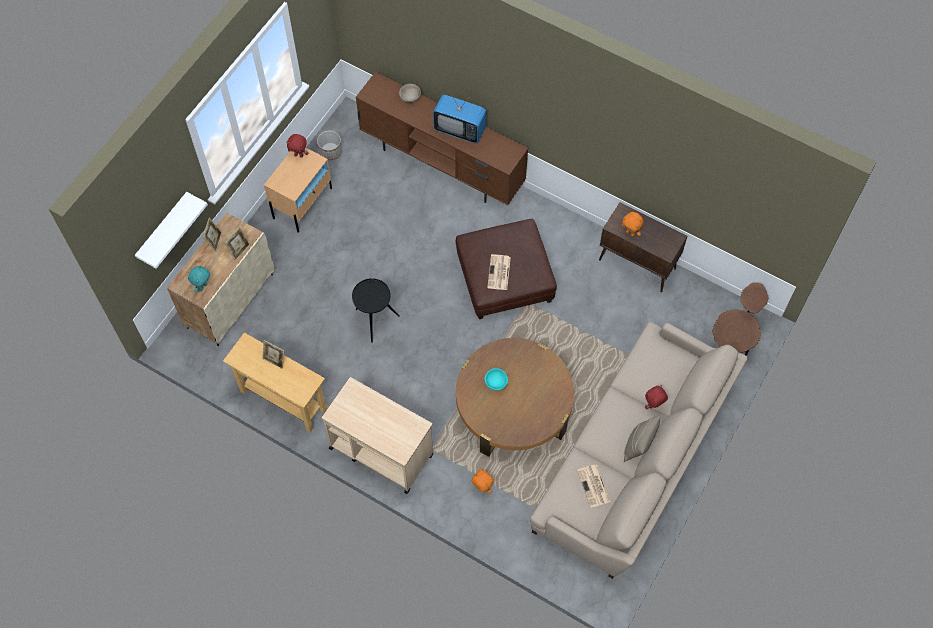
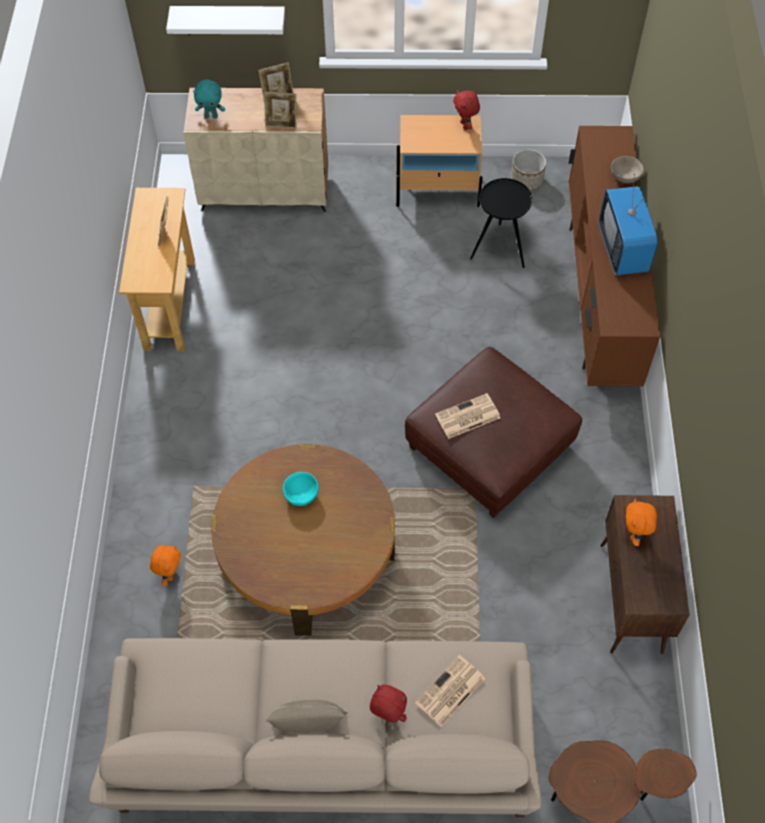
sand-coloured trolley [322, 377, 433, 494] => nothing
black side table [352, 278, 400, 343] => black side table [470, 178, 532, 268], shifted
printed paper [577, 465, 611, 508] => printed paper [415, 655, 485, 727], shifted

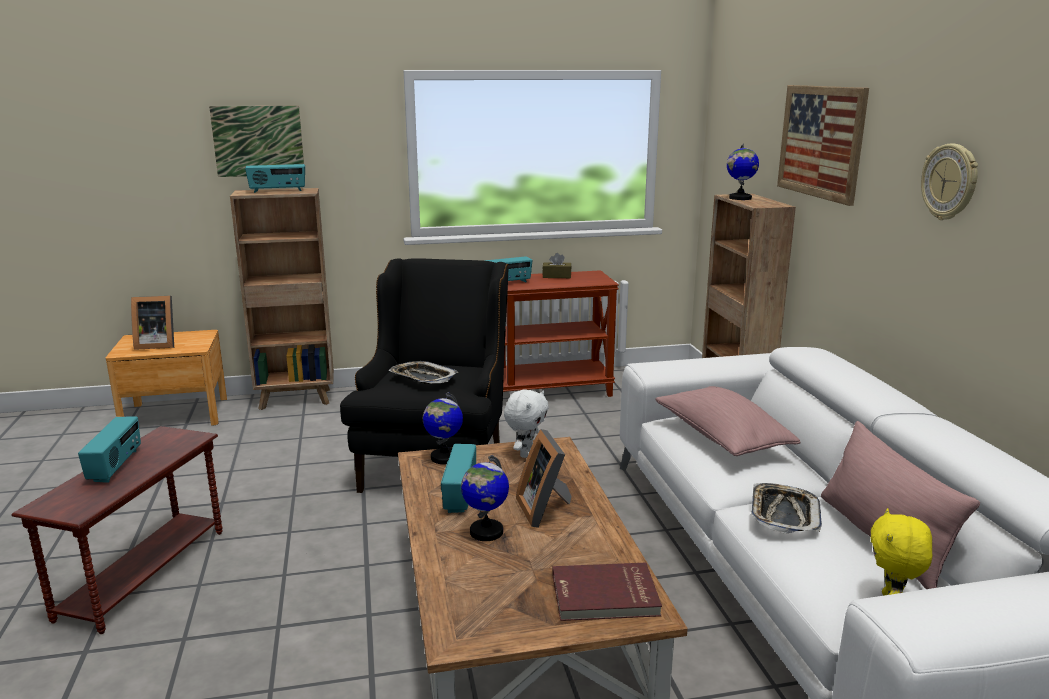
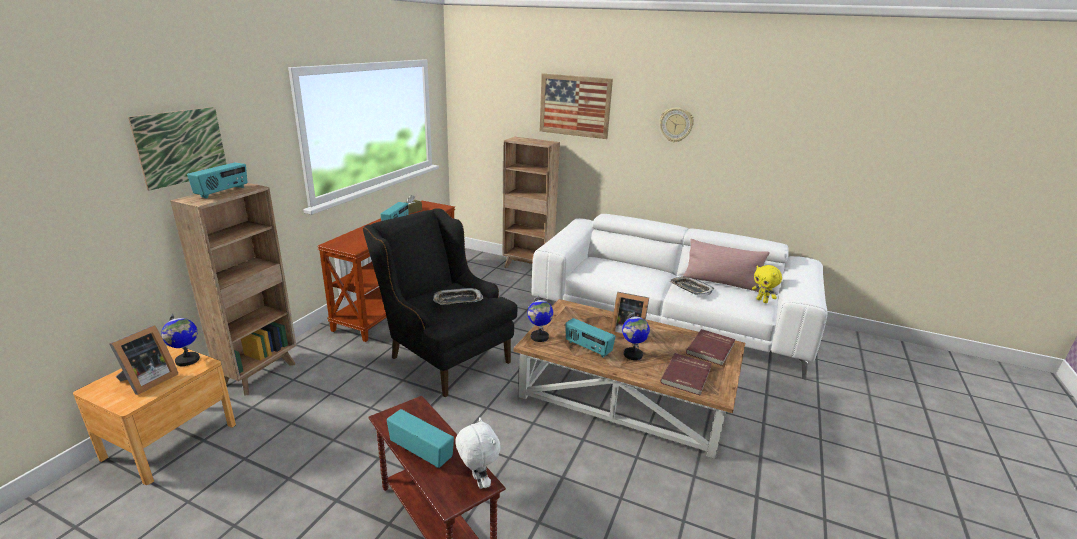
pink-coloured cushion [655, 386, 801, 456] => nothing
nothing => red book [660, 353, 712, 396]
whitish plush toy [504, 390, 549, 458] => whitish plush toy [455, 417, 501, 489], shifted
desk globe [727, 143, 759, 200] => desk globe [161, 314, 200, 366], shifted

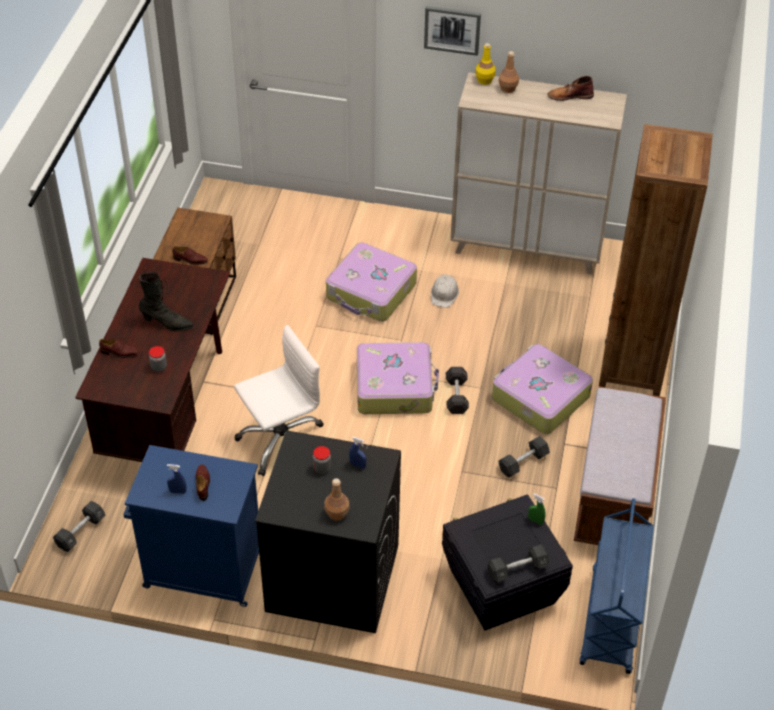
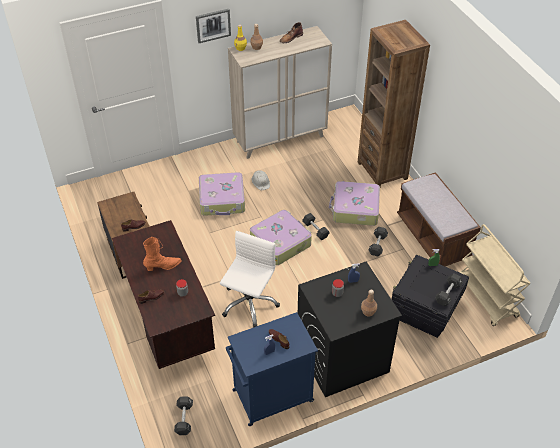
black tall boot [139, 272, 194, 332] => orange tall boot [143, 237, 182, 271]
blue trolley [580, 498, 654, 674] => sand-coloured trolley [459, 224, 531, 326]

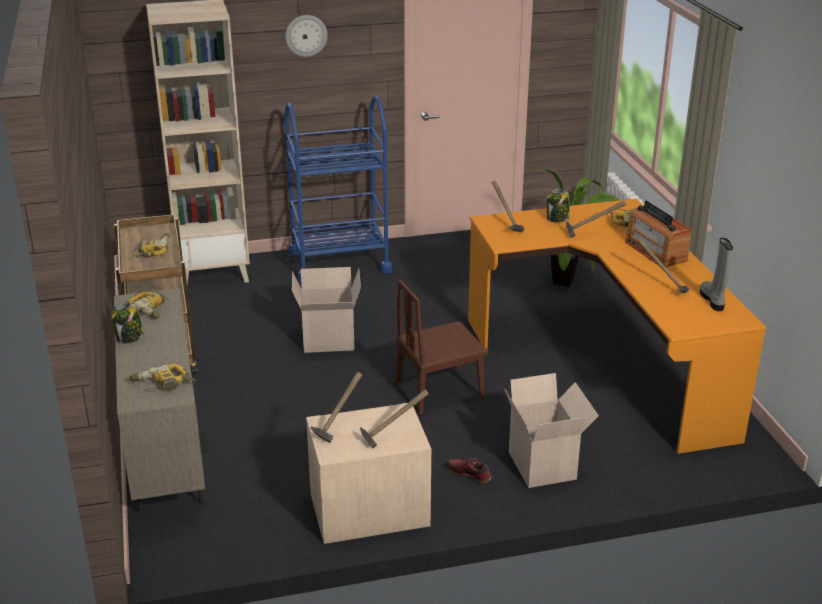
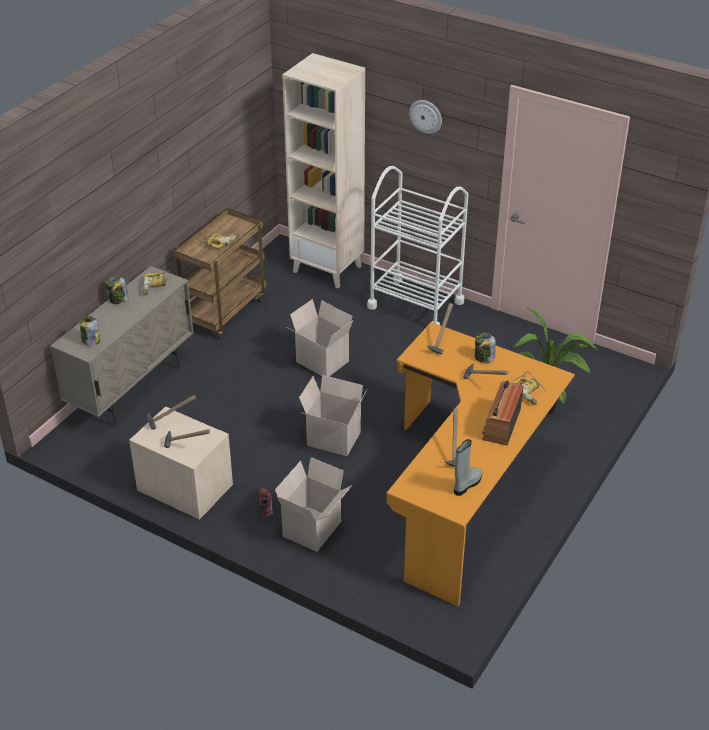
electric drill [129, 364, 196, 392] => jar [80, 316, 100, 346]
brownish upright chair [396, 280, 488, 415] => packing box [299, 375, 367, 456]
blue trolley [285, 95, 392, 283] => whitish trolley [367, 166, 468, 325]

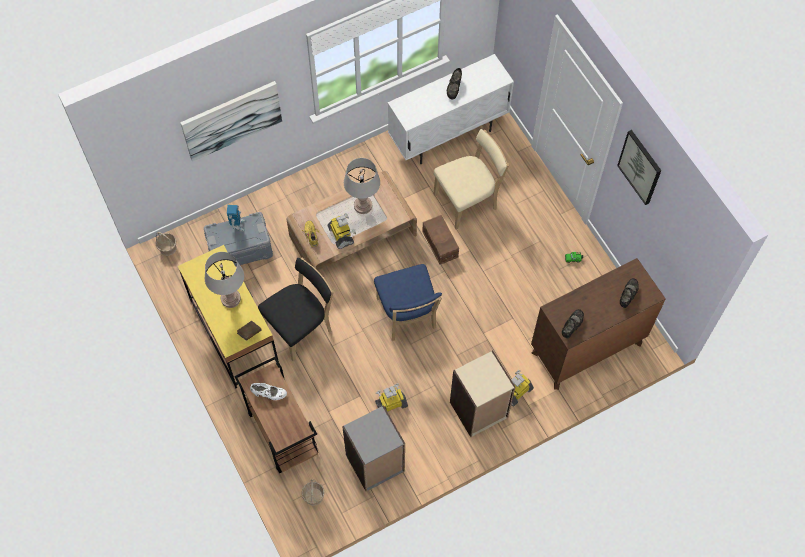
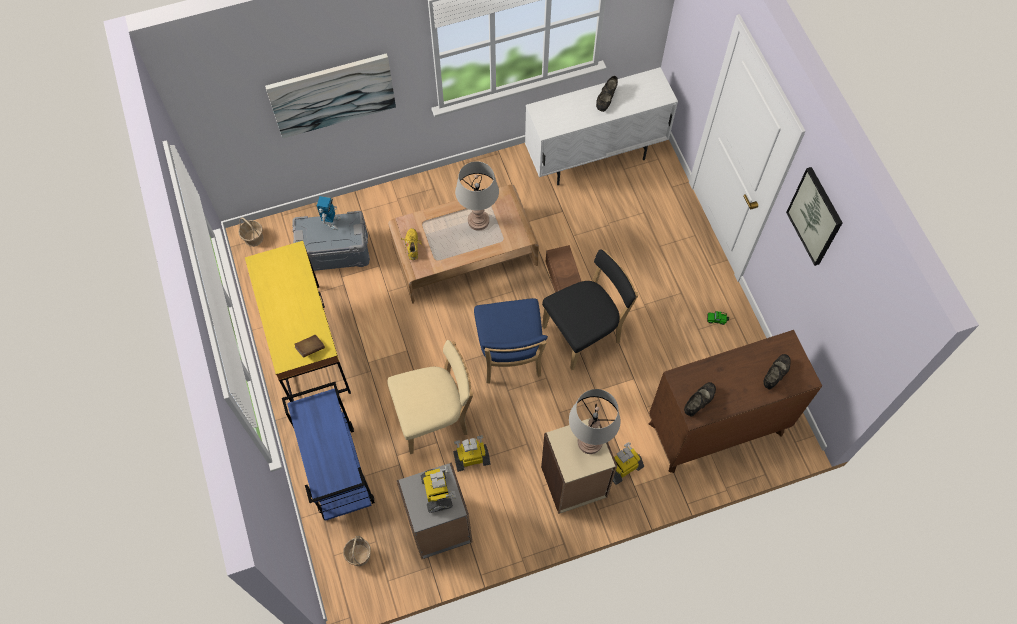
whitish shoe [250, 383, 287, 400] => nothing
grey lamp for a table [205, 252, 244, 308] => grey lamp for a table [569, 389, 621, 454], shifted
black upright chair [258, 257, 334, 362] => black upright chair [542, 249, 638, 370], shifted
model robot [327, 213, 356, 249] => model robot [421, 466, 456, 513], shifted
sand-coloured upright chair [433, 129, 509, 230] => sand-coloured upright chair [387, 340, 473, 454], shifted
brownish trolley [234, 356, 318, 473] => blue trolley [282, 382, 375, 521]

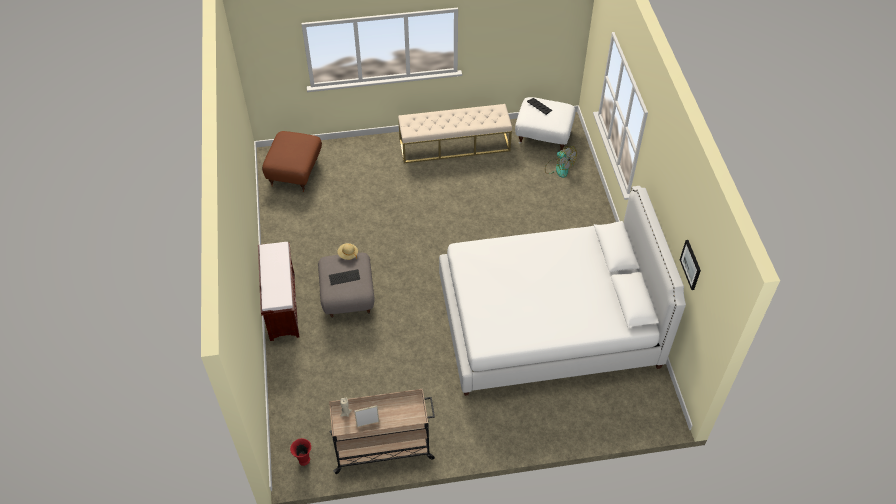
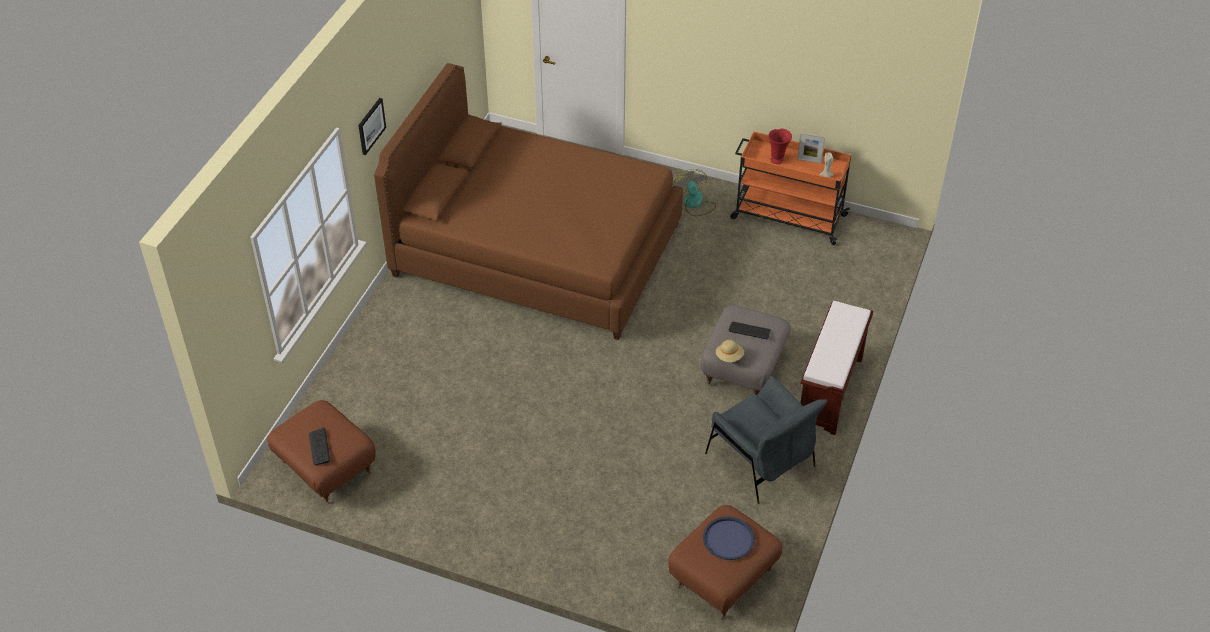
sand-coloured bench [398, 104, 512, 163] => nothing
nothing => blue carrying tray [703, 516, 755, 560]
nothing => grey lounge chair [705, 376, 827, 504]
red flower vase [290, 438, 311, 466] => red flower vase [768, 129, 792, 164], shifted
electric fan [545, 146, 577, 178] => electric fan [674, 169, 716, 216], shifted
wall picture [680, 240, 701, 290] => wall picture [358, 98, 386, 155], shifted
sand-coloured trolley [329, 389, 435, 474] => orange trolley [730, 131, 851, 245]
whitish bed [439, 186, 686, 396] => brownish bed [374, 63, 683, 340]
whitish ottoman [515, 97, 576, 151] => brownish ottoman [267, 400, 376, 504]

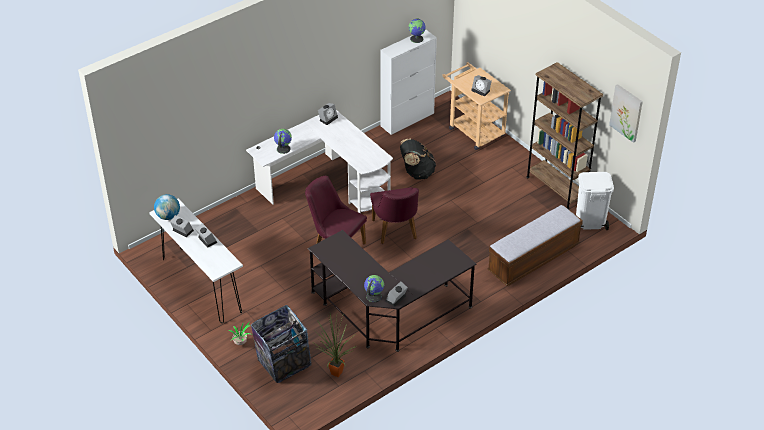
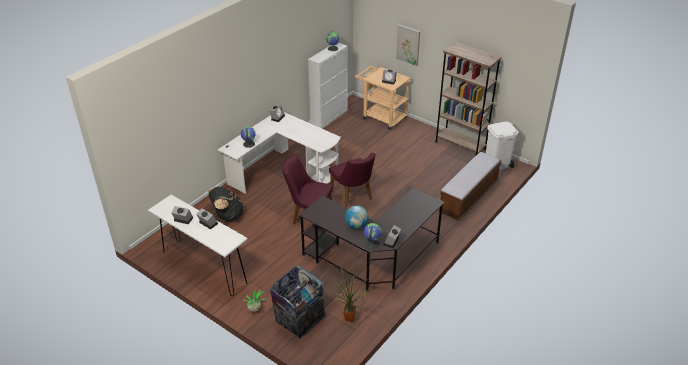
desk globe [154, 194, 180, 220] => desk globe [345, 205, 369, 229], shifted
black knapsack [400, 139, 436, 180] => black knapsack [208, 186, 244, 222], shifted
wall picture [609, 84, 643, 143] => wall picture [396, 25, 420, 66], shifted

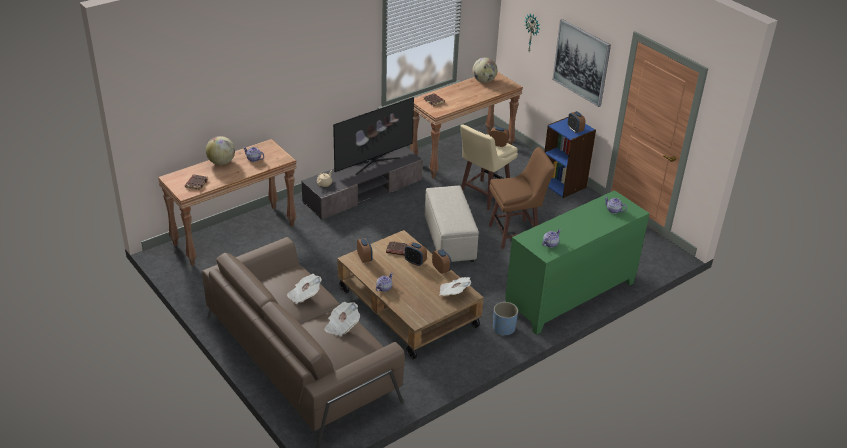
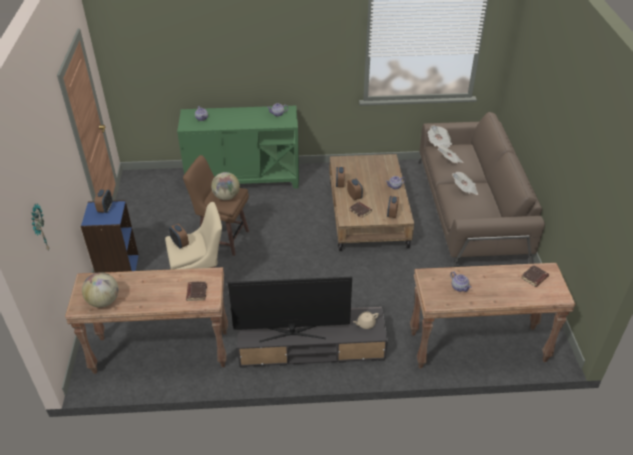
sand-coloured ottoman [425, 186, 479, 262] => nothing
blue planter [493, 302, 518, 336] => nothing
wall picture [552, 19, 611, 107] => nothing
desk globe [206, 136, 235, 165] => desk globe [211, 172, 240, 200], shifted
printed paper [439, 277, 471, 296] => printed paper [428, 125, 452, 148], shifted

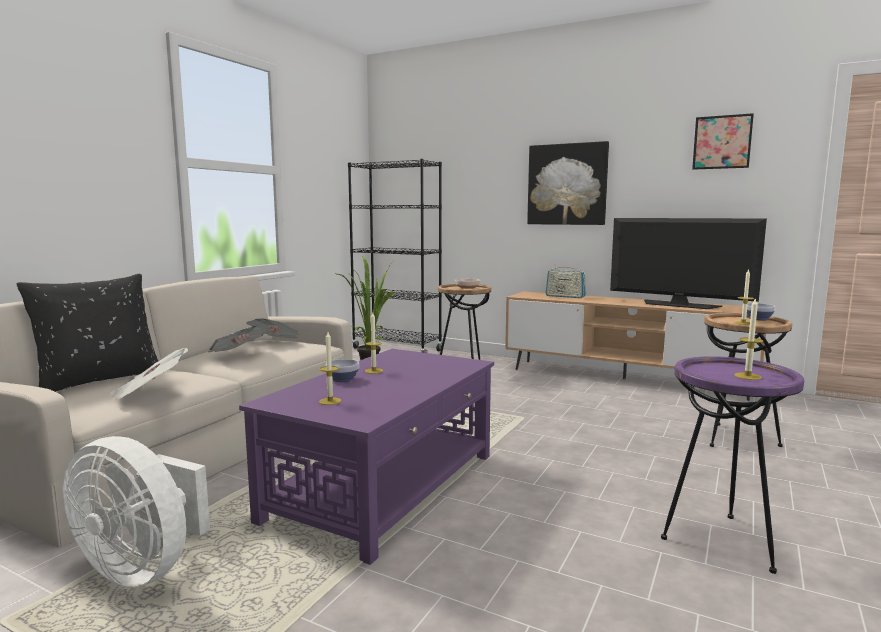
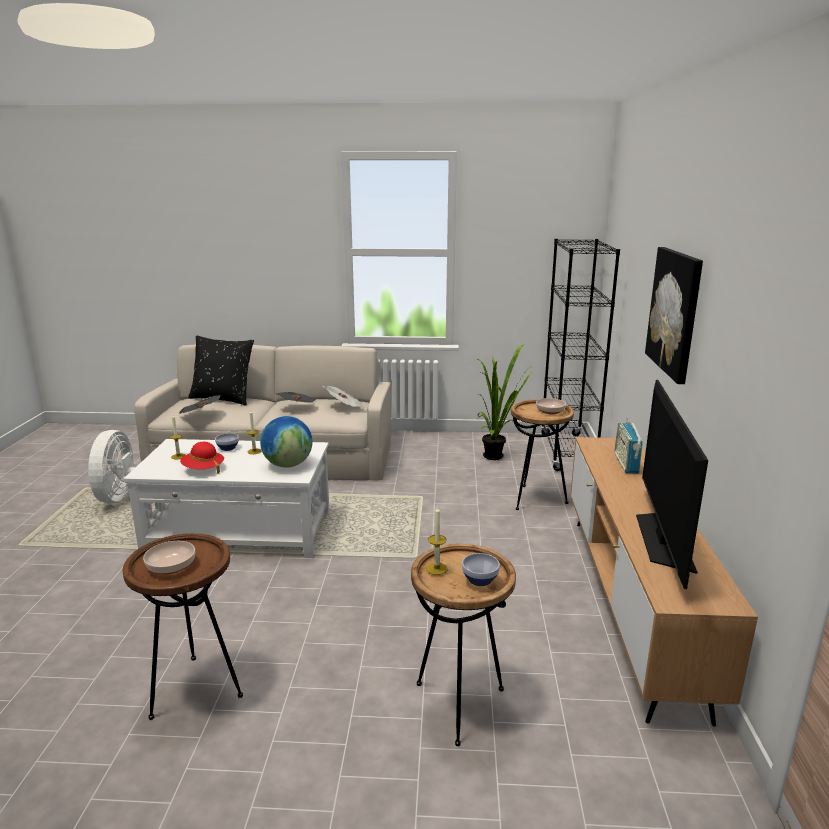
wall picture [692, 113, 754, 170] => nothing
nothing => red clothing hat [180, 442, 224, 474]
nothing => desk globe [260, 416, 312, 468]
wax candle [734, 299, 763, 380] => serving bowl [143, 541, 195, 574]
purple lounge table [239, 349, 494, 565] => whitish lounge table [124, 439, 329, 558]
purple side table [661, 356, 804, 574] => brownish side table [123, 533, 243, 720]

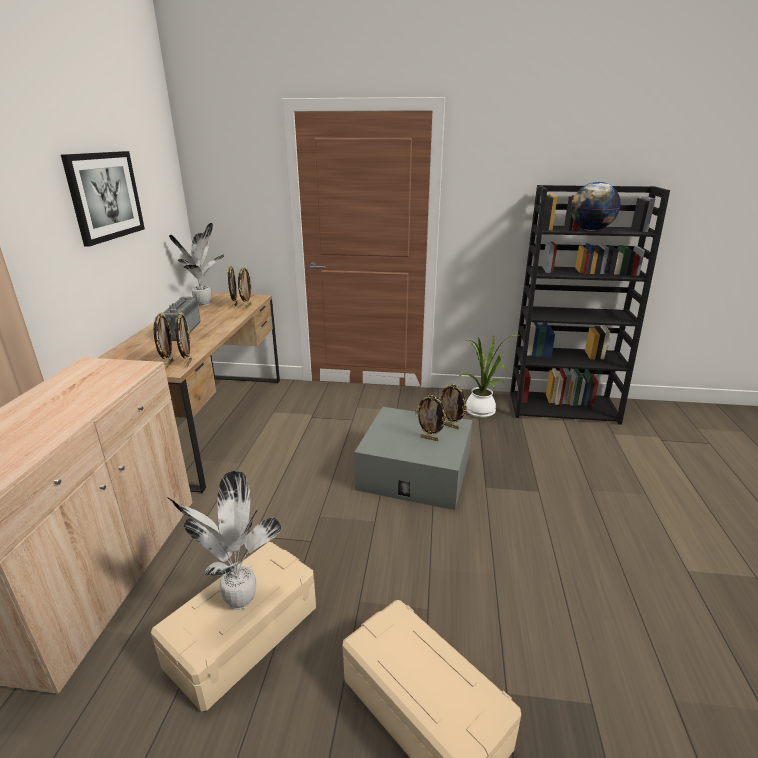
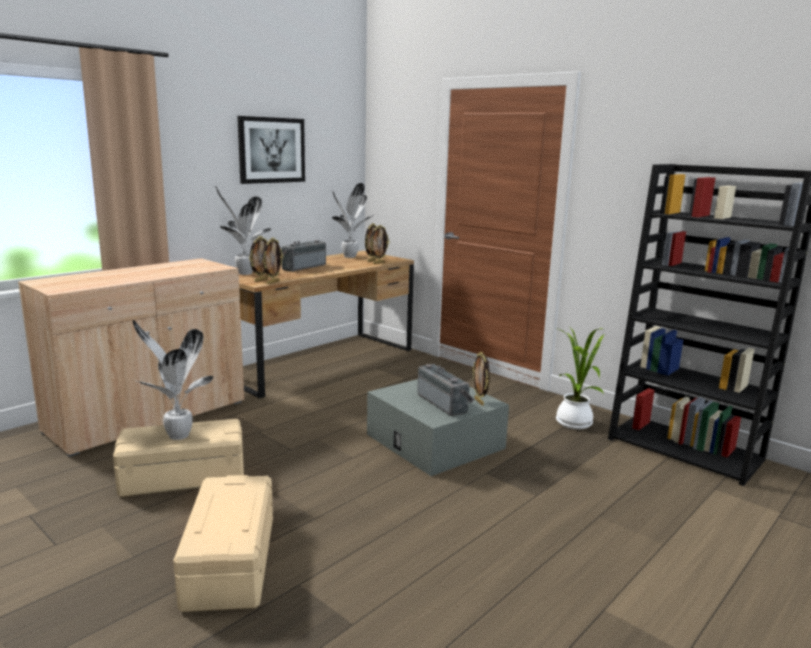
desk globe [570, 182, 621, 231] => nothing
nothing => plant in a pot [215, 186, 271, 275]
picture frame [415, 395, 447, 441] => radio [417, 364, 474, 416]

